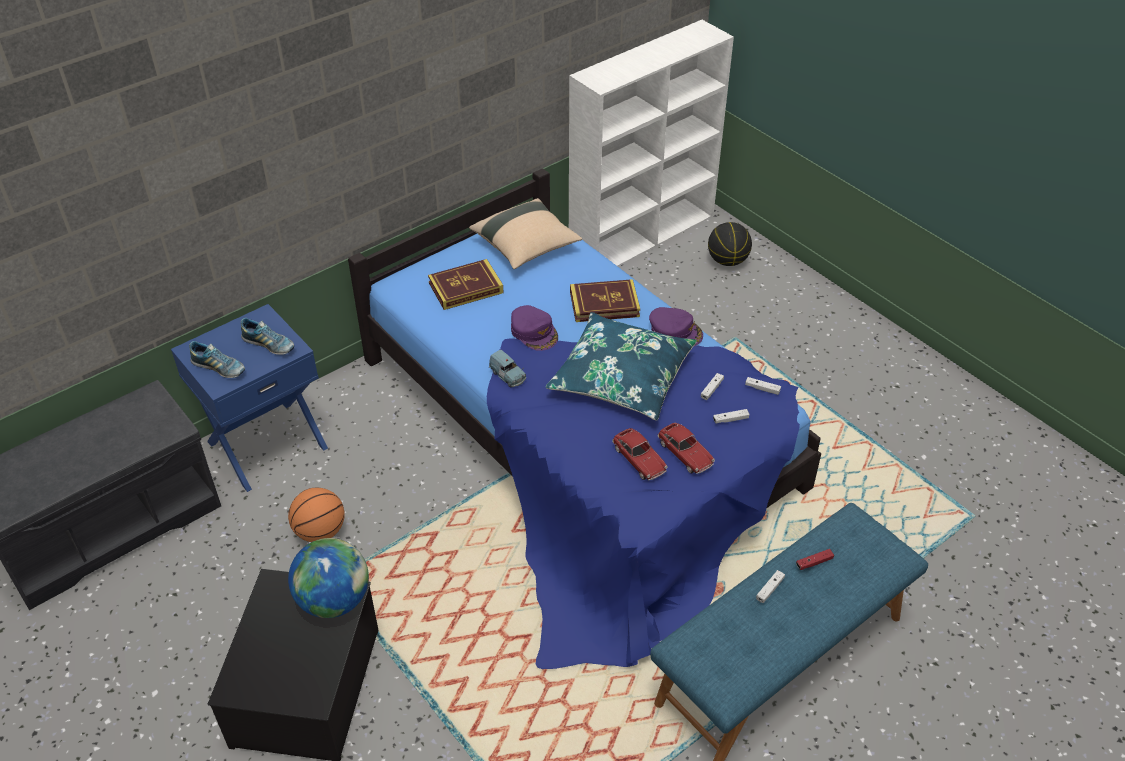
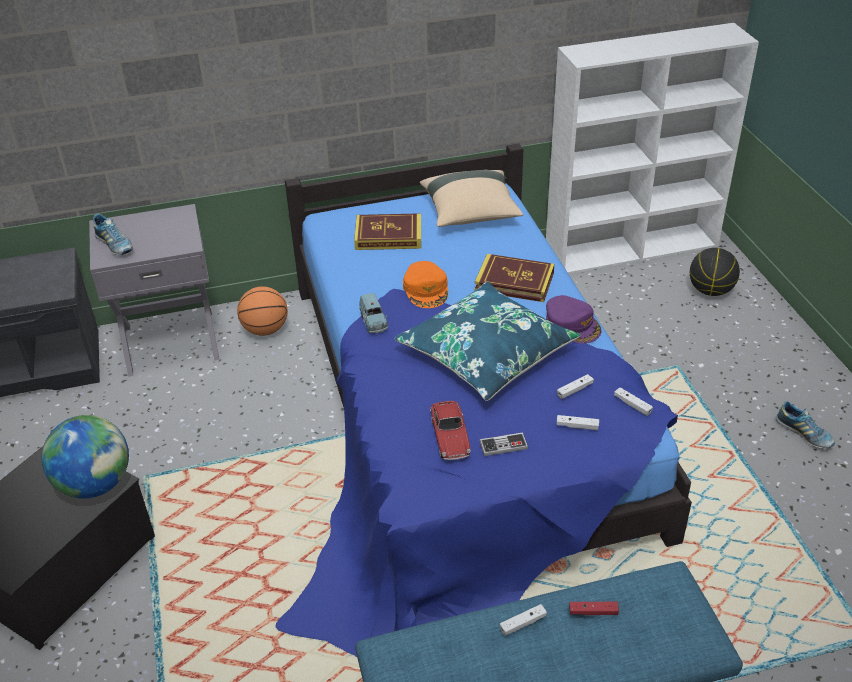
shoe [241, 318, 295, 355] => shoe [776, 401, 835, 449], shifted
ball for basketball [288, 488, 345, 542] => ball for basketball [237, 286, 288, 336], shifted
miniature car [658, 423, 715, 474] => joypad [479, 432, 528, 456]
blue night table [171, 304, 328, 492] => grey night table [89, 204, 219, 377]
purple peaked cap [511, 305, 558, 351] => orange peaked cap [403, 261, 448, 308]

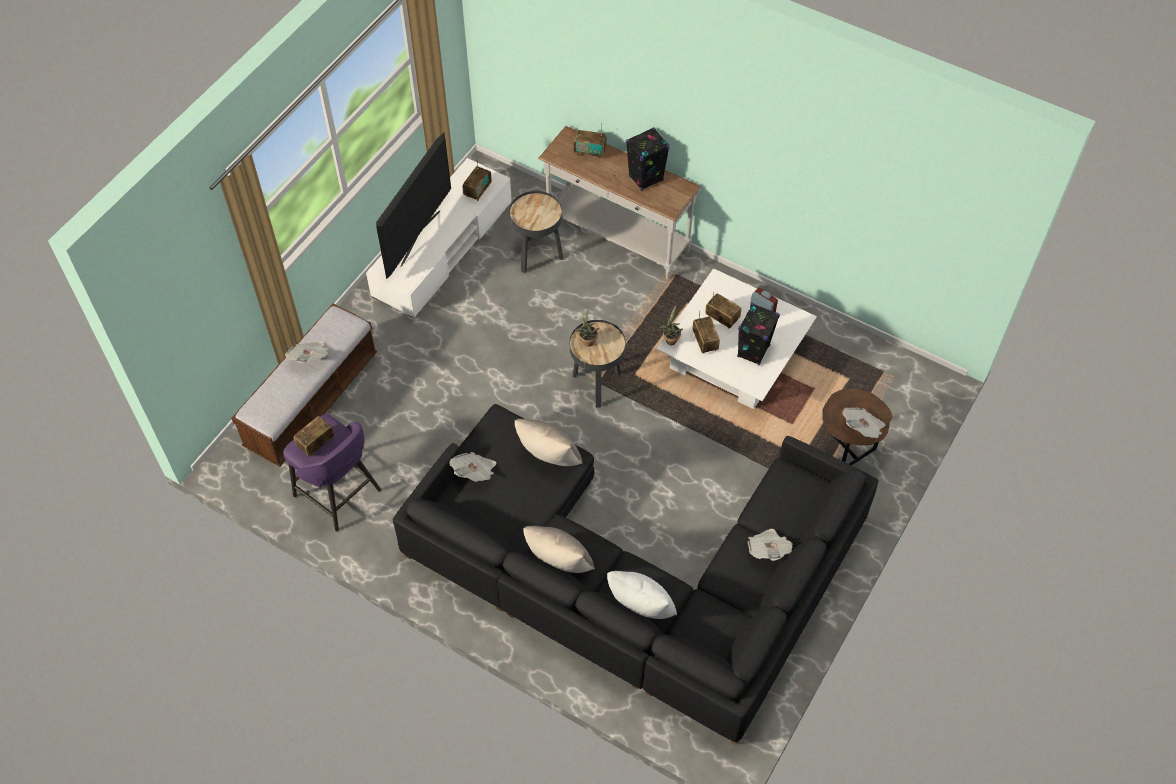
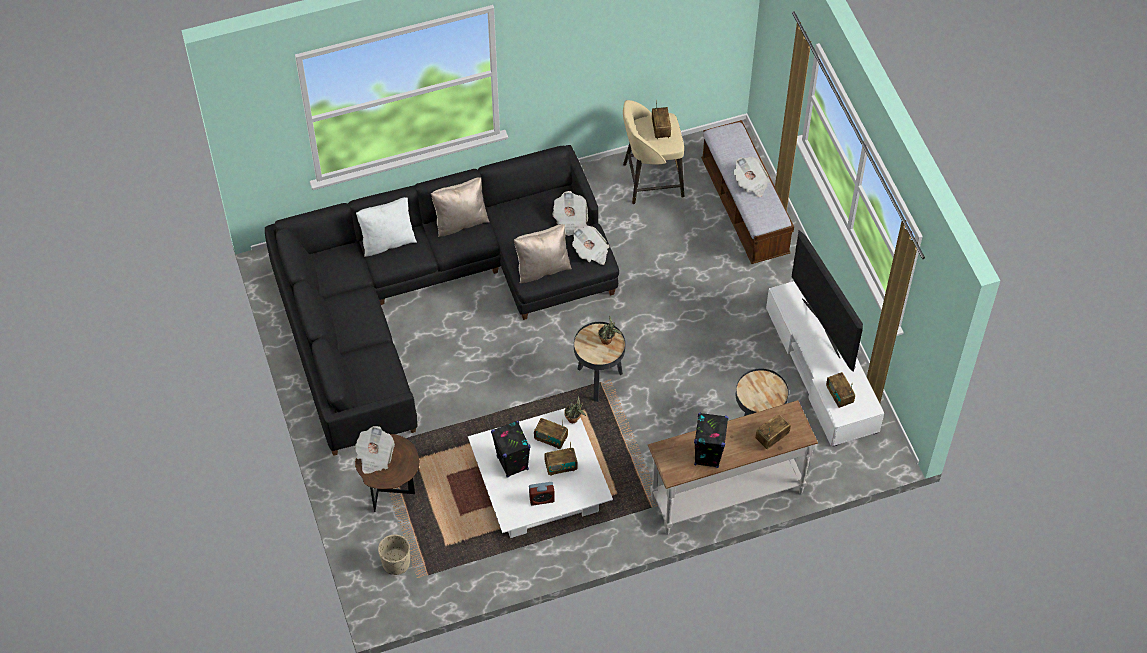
nothing => sand-coloured planter [378, 534, 410, 575]
printed paper [748, 529, 793, 561] => printed paper [572, 226, 609, 265], shifted
purple stool [283, 414, 381, 531] => sand-coloured stool [623, 100, 684, 204]

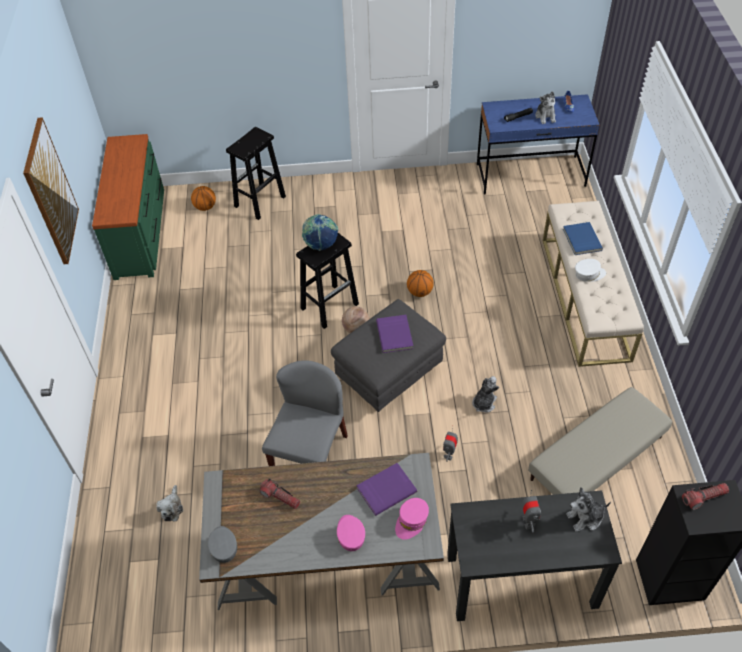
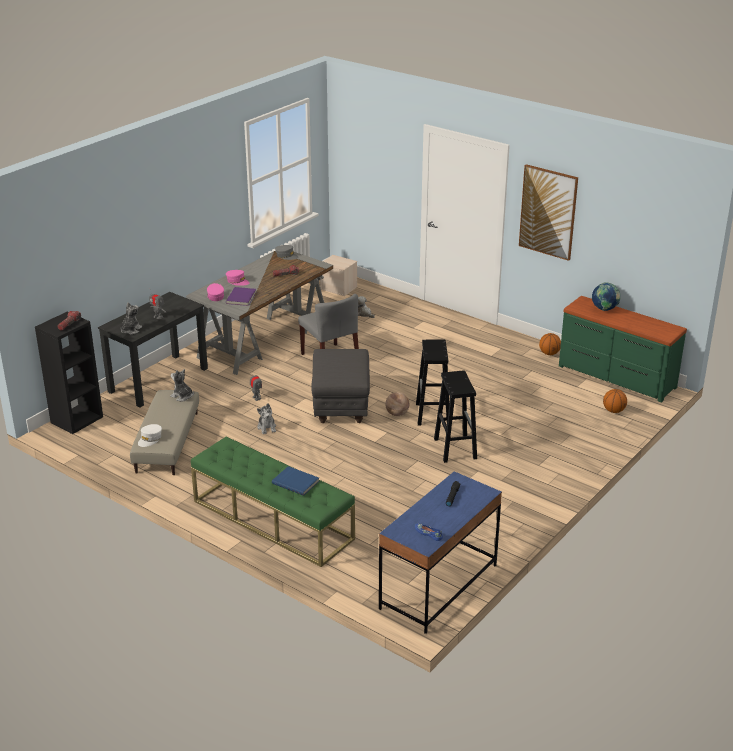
purple book [376, 315, 413, 353] => nothing
nothing => sand-coloured storage box [320, 255, 357, 296]
black stool [226, 127, 286, 220] => black stool [434, 370, 477, 463], shifted
desk globe [302, 214, 338, 251] => desk globe [592, 282, 621, 311], shifted
ball for basketball [407, 270, 434, 297] => ball for basketball [539, 333, 561, 355], shifted
plush toy [535, 91, 556, 124] => plush toy [170, 369, 194, 402], shifted
whitish peaked cap [575, 259, 606, 282] => whitish peaked cap [138, 424, 162, 447], shifted
sand-coloured bench [543, 201, 644, 367] => green bench [191, 436, 355, 567]

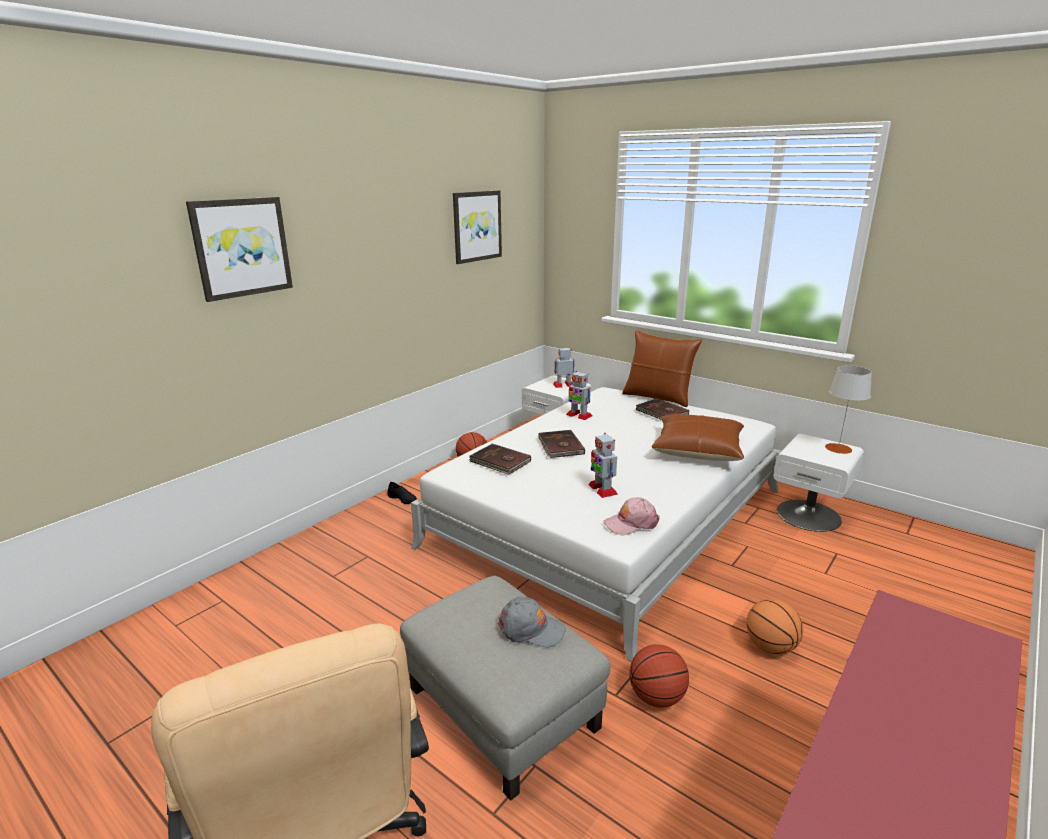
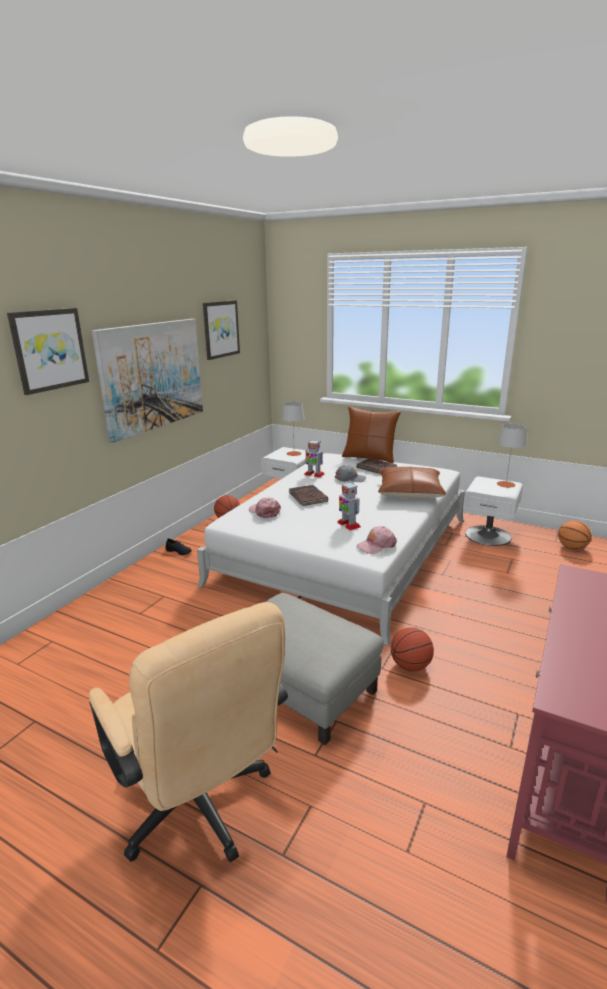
nothing => wall picture [92, 319, 203, 443]
grey peaked cap [498, 597, 566, 647] => grey peaked cap [335, 465, 366, 482], shifted
ball for basketball [746, 599, 803, 654] => ball for basketball [558, 520, 592, 550], shifted
brownish book [469, 444, 531, 475] => pink-coloured peaked cap [249, 497, 281, 518]
model robot [553, 348, 575, 388] => grey lamp for a table [282, 402, 305, 456]

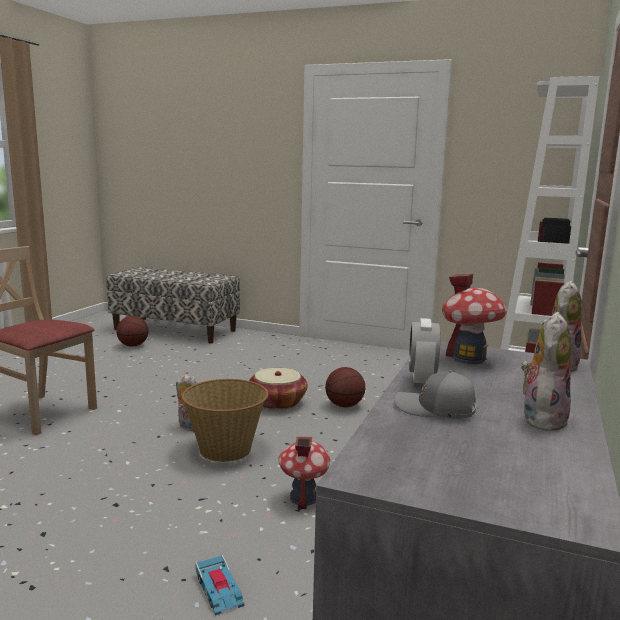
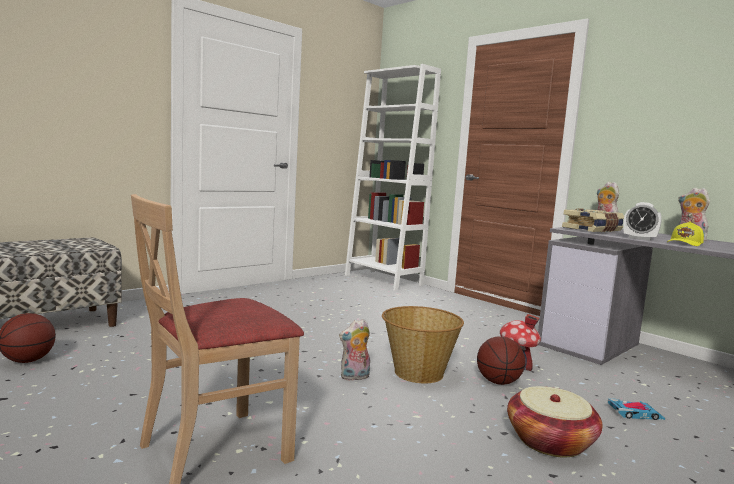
storage basket [249, 368, 307, 410] => storage basket [507, 386, 602, 457], shifted
ball for basketball [325, 367, 365, 407] => ball for basketball [477, 336, 525, 385], shifted
toy house [442, 274, 507, 364] => book [562, 209, 624, 232]
grey peaked cap [394, 370, 476, 419] => yellowish peaked cap [667, 221, 704, 246]

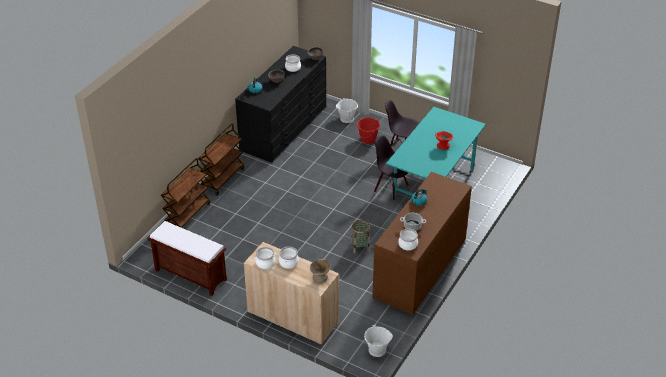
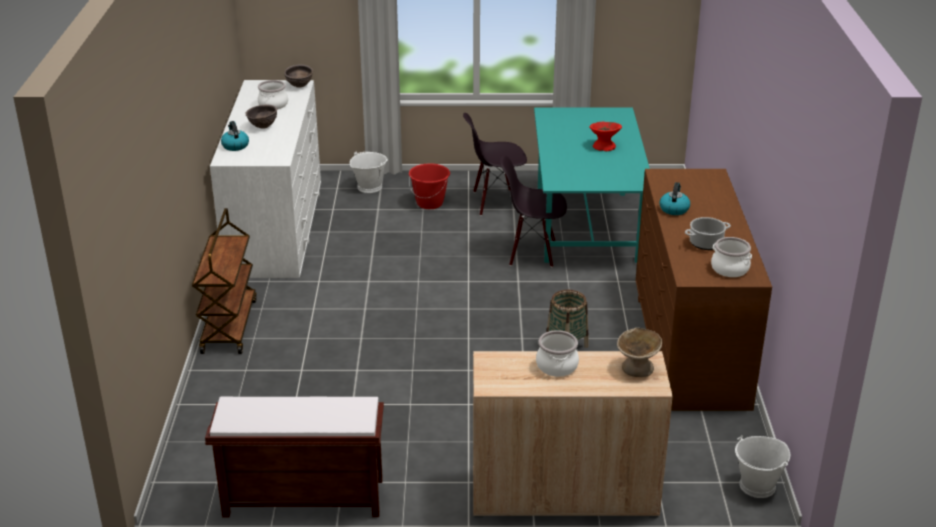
brownish trolley [160, 158, 210, 228] => nothing
saucepot [255, 247, 276, 269] => nothing
black chest of drawers [235, 46, 326, 163] => whitish chest of drawers [210, 80, 321, 278]

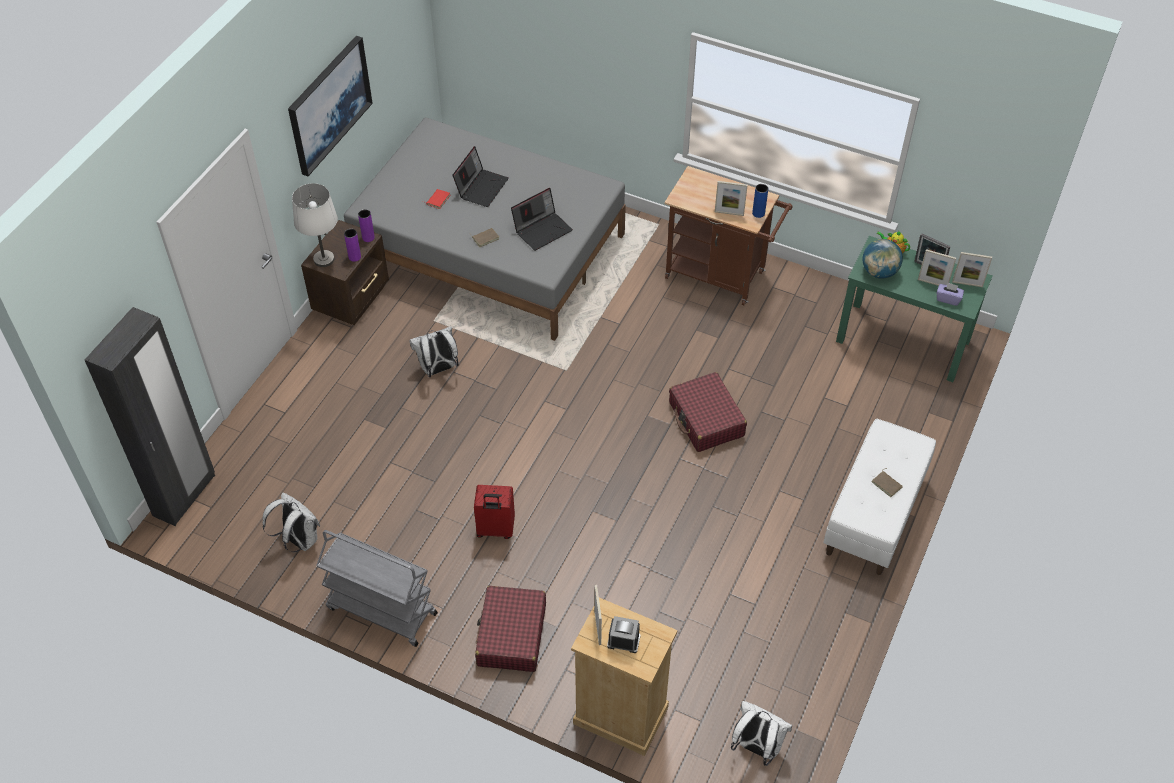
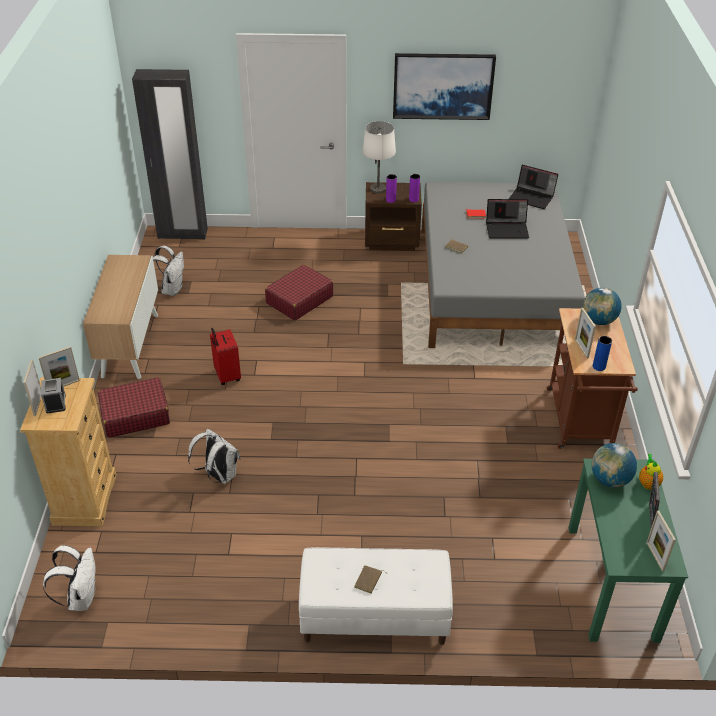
purple tissue holder [937, 283, 964, 306] => nothing
nothing => desk globe [583, 287, 622, 325]
whitish knapsack [409, 326, 459, 377] => whitish knapsack [188, 429, 240, 484], shifted
laptop [511, 188, 573, 251] => laptop [509, 165, 558, 209], shifted
red suitcase [669, 372, 747, 452] => red suitcase [265, 265, 333, 321], shifted
picture frame [918, 249, 956, 286] => picture frame [23, 360, 41, 416], shifted
grey trolley [316, 530, 438, 647] => storage cabinet [83, 255, 158, 379]

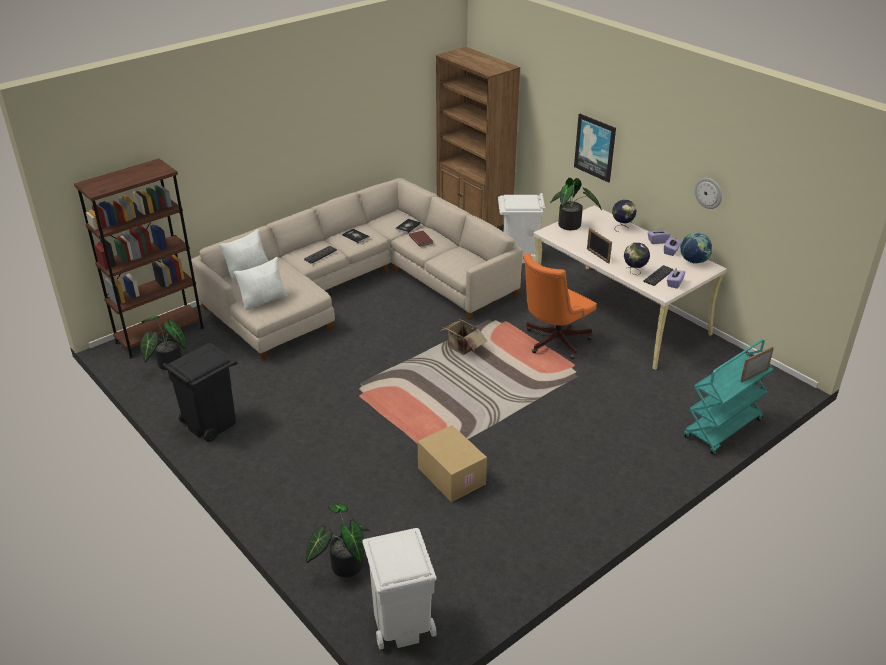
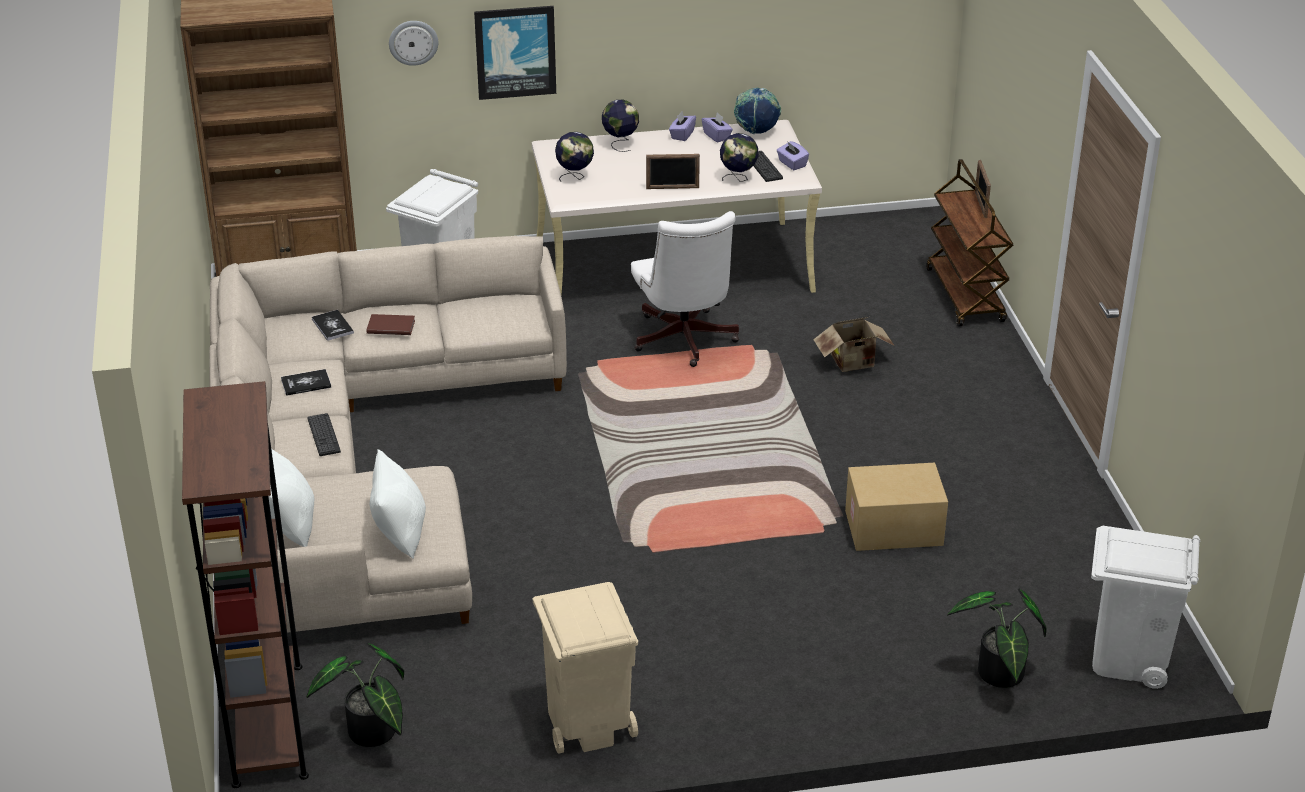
packing box [440, 318, 487, 355] => packing box [813, 317, 895, 372], shifted
wall clock [695, 178, 722, 209] => wall clock [389, 21, 438, 66], shifted
plant in a pot [550, 178, 602, 230] => desk globe [555, 132, 594, 182]
black waste bin [163, 343, 238, 442] => sand-coloured waste bin [533, 582, 638, 754]
orange desk chair [523, 253, 597, 359] => whitish desk chair [631, 211, 739, 367]
blue-green trolley [684, 339, 774, 455] => brownish trolley [926, 159, 1013, 327]

